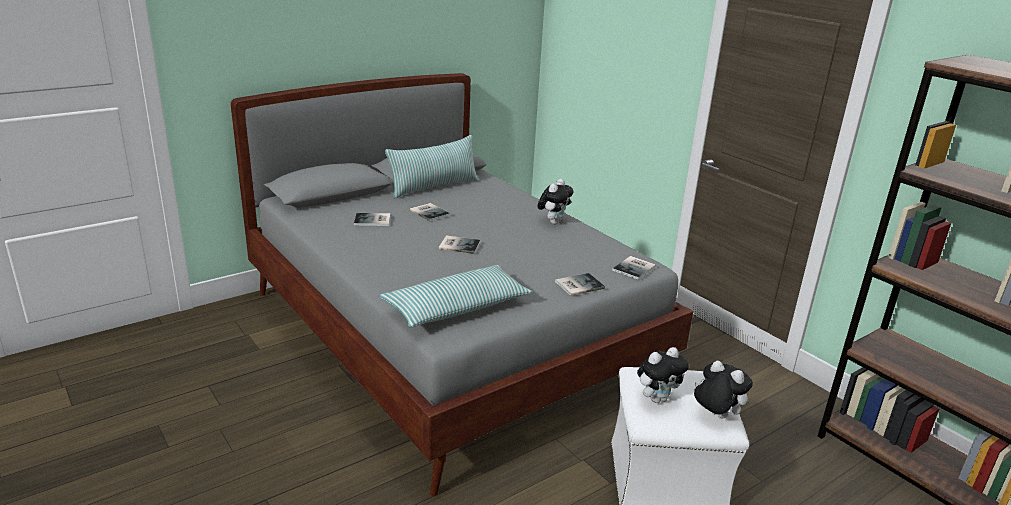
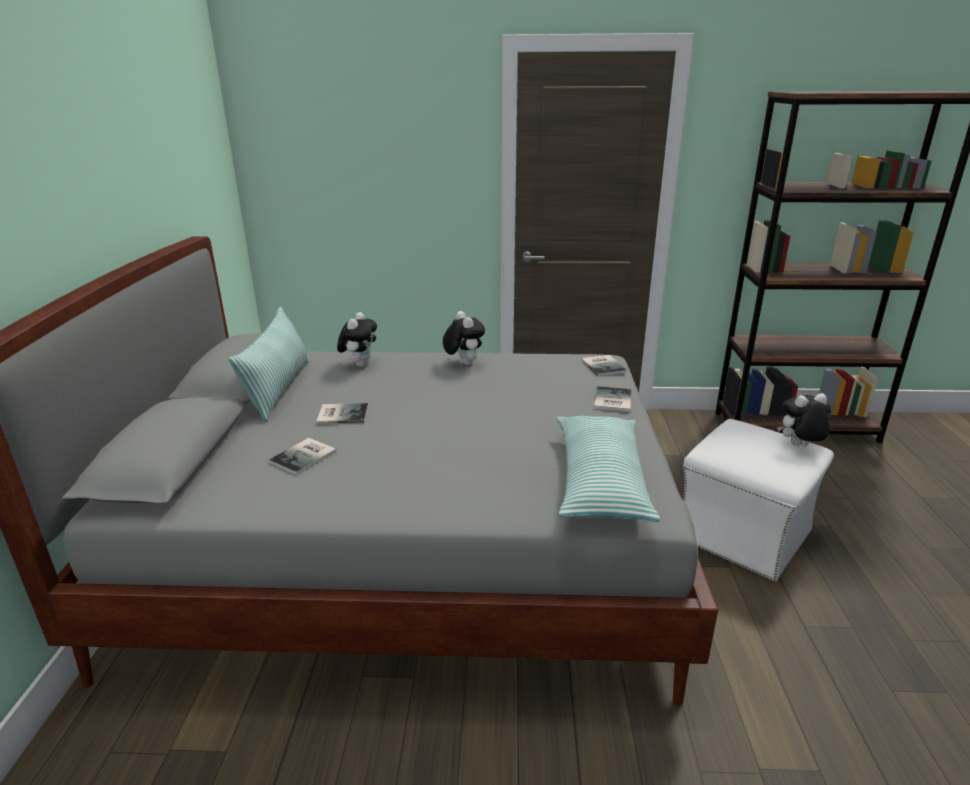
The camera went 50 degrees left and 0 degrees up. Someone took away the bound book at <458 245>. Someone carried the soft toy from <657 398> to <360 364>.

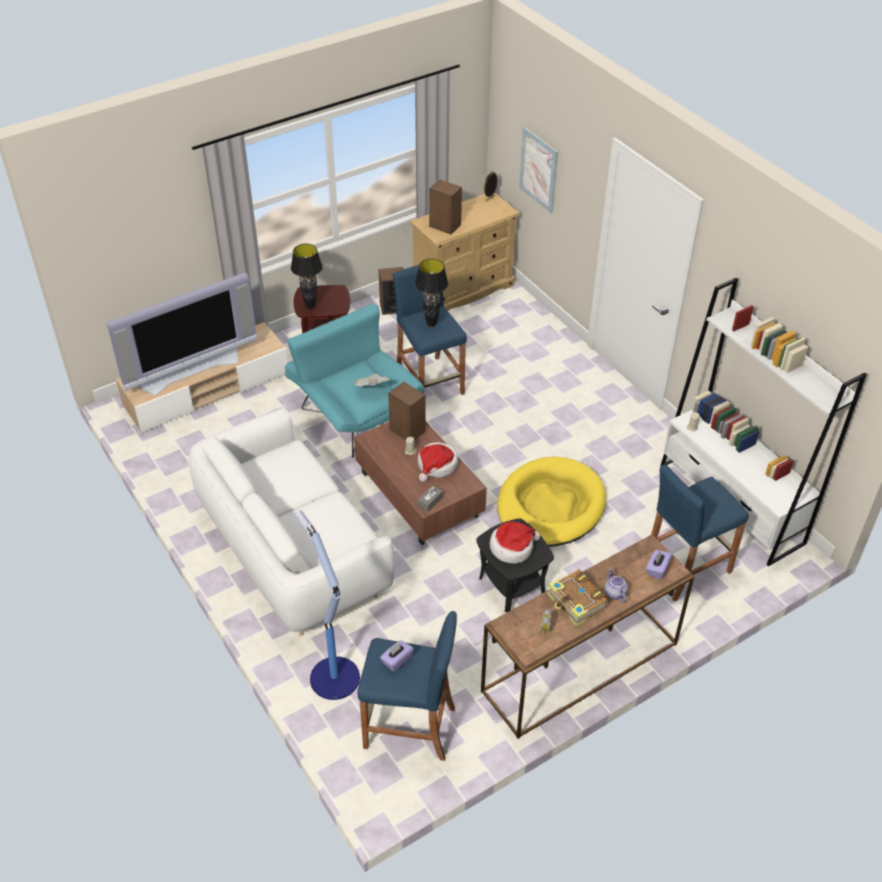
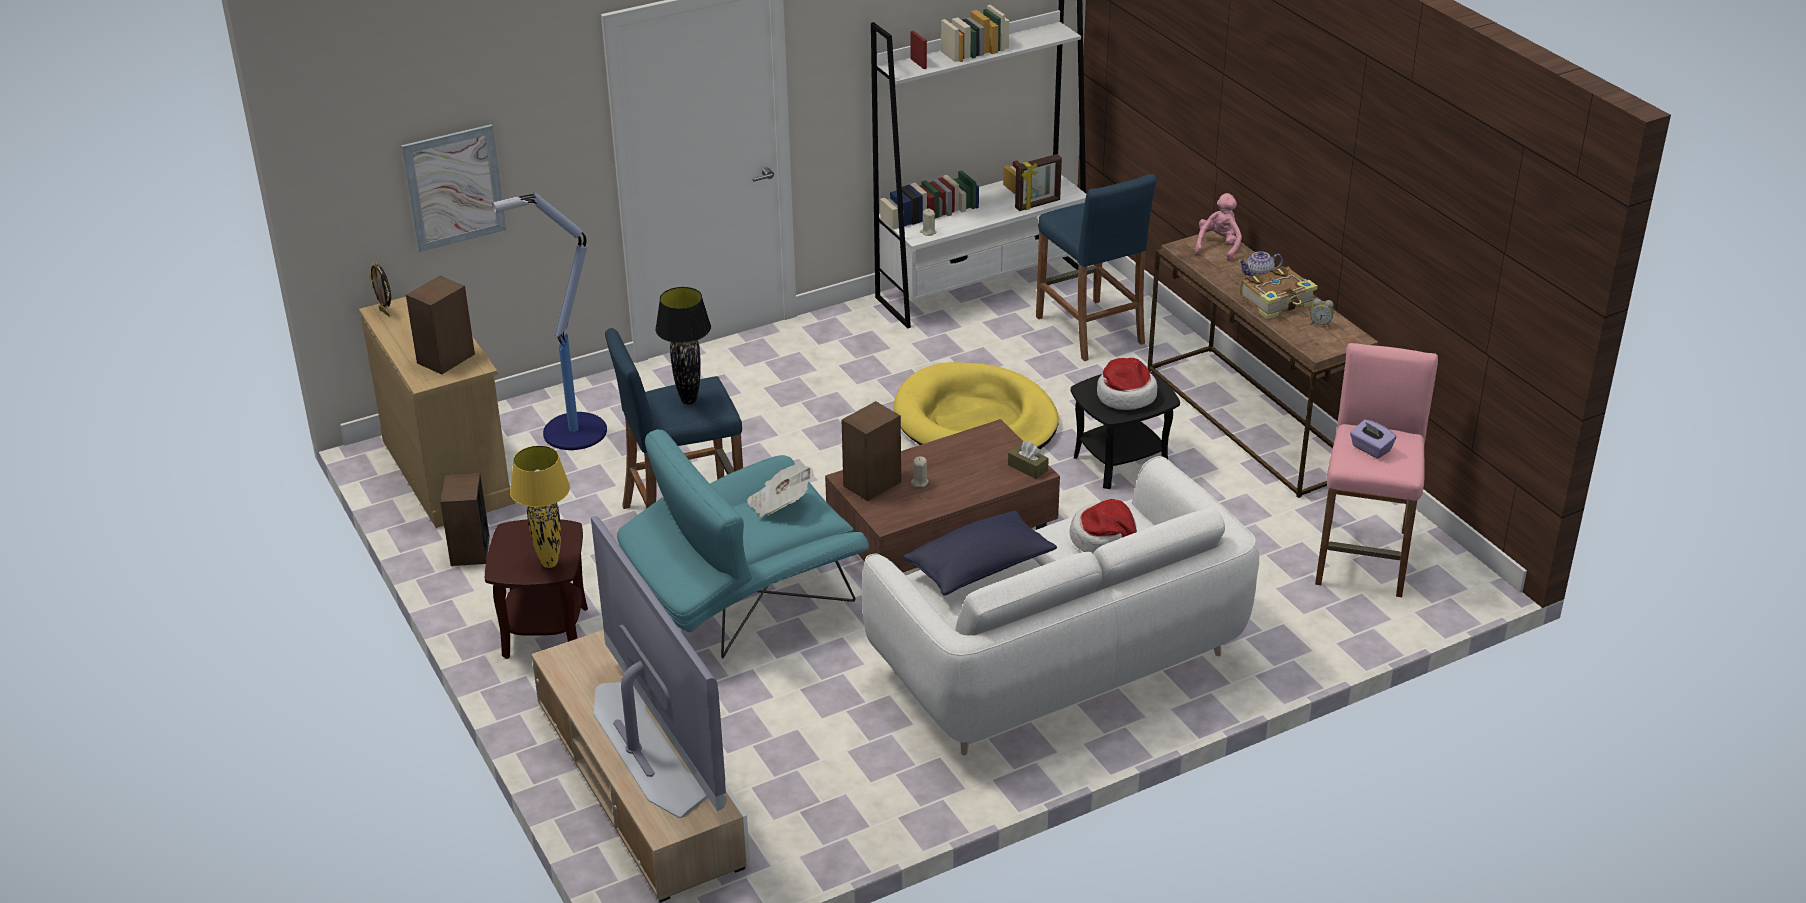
The camera went 85 degrees left and 10 degrees down. Someone repainted the black-coloured lamp for a table at <310 306>, which became the yellowish lamp for a table at <550 563>. Someone carried the floor lamp from <333 676> to <572 432>. Someone repainted the blue-coloured sitting stool at <409 727>, which became the pinkish sitting stool at <1363 557>. Someone carried the clothing hat from <436 466> to <1105 540>. Someone repainted the greyish tissue holder at <430 502>, which became the brownish tissue holder at <1027 468>. Someone swapped the purple tissue holder at <657 569> for the pinkish soft toy at <1219 246>. Someone put down the blue-coloured throw pillow at <980 568>. Someone put down the photo frame at <1038 204>.

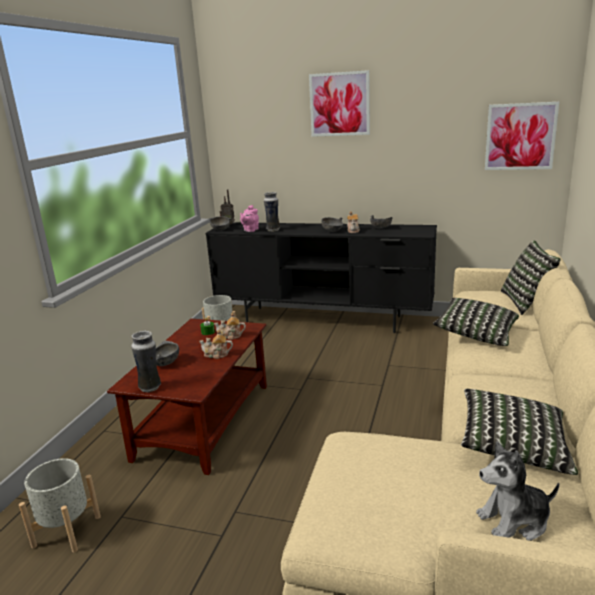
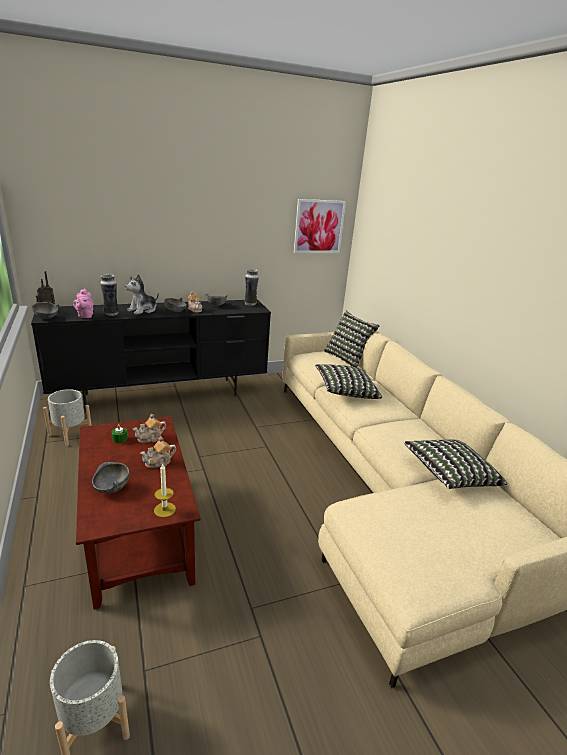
The camera went 40 degrees left and 5 degrees up. Someone carried the decorative vase from <150 387> to <250 304>. Someone took away the picture at <339 104>. Someone carried the soft toy from <514 521> to <143 310>. Someone put down the candle at <164 509>.

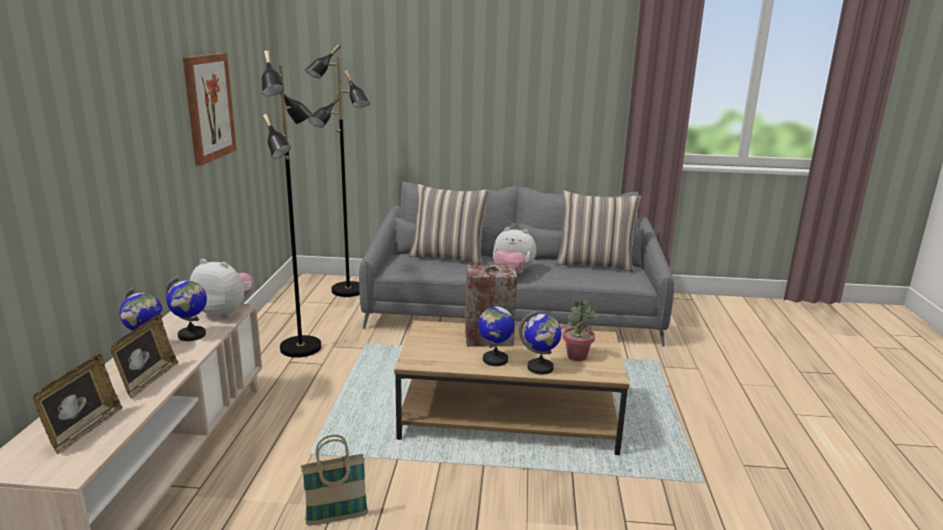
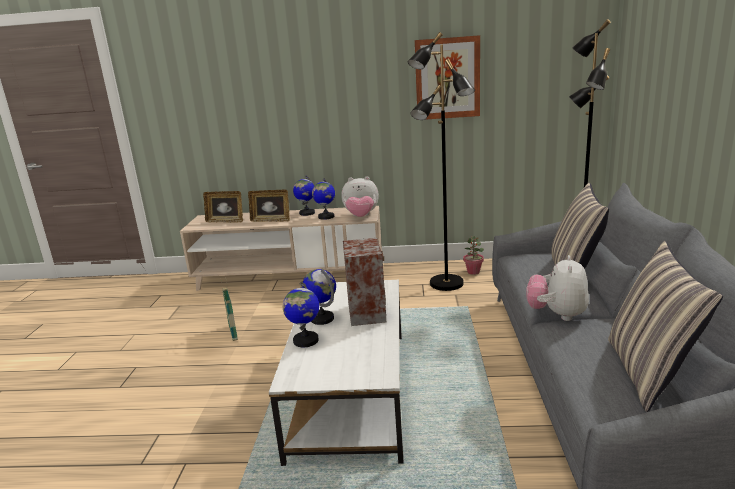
The camera went 90 degrees right and 0 degrees up. Someone rotated the soft toy at <225 312> by 75 degrees clockwise. Someone repainted the brownish low table at <508 416>, which became the white low table at <352 391>. Someone carried the potted plant from <577 356> to <473 272>.

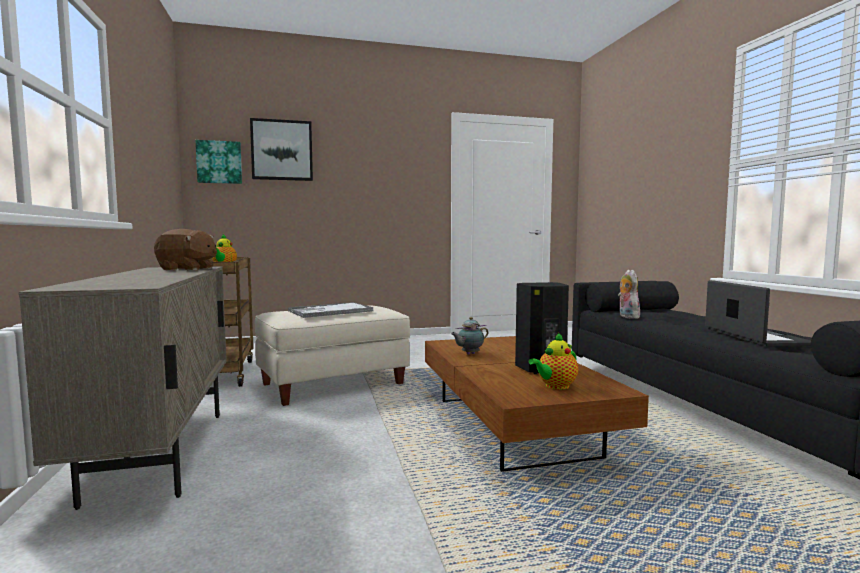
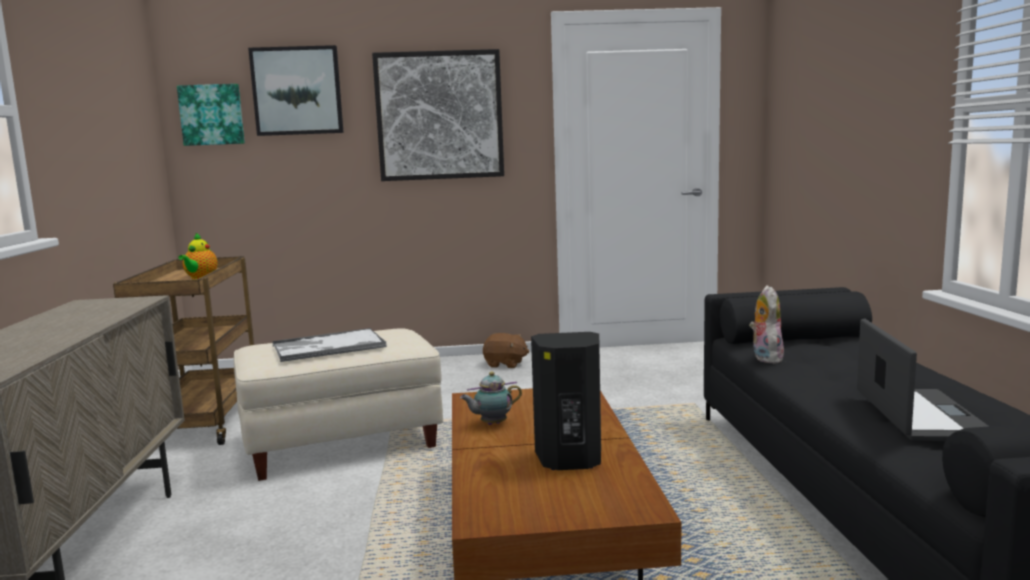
The camera went 10 degrees right and 5 degrees up. Someone carried the brownish soft toy from <187 269> to <505 364>. Someone took away the tea pot at <555 386>. Someone put up the picture at <439 116>.

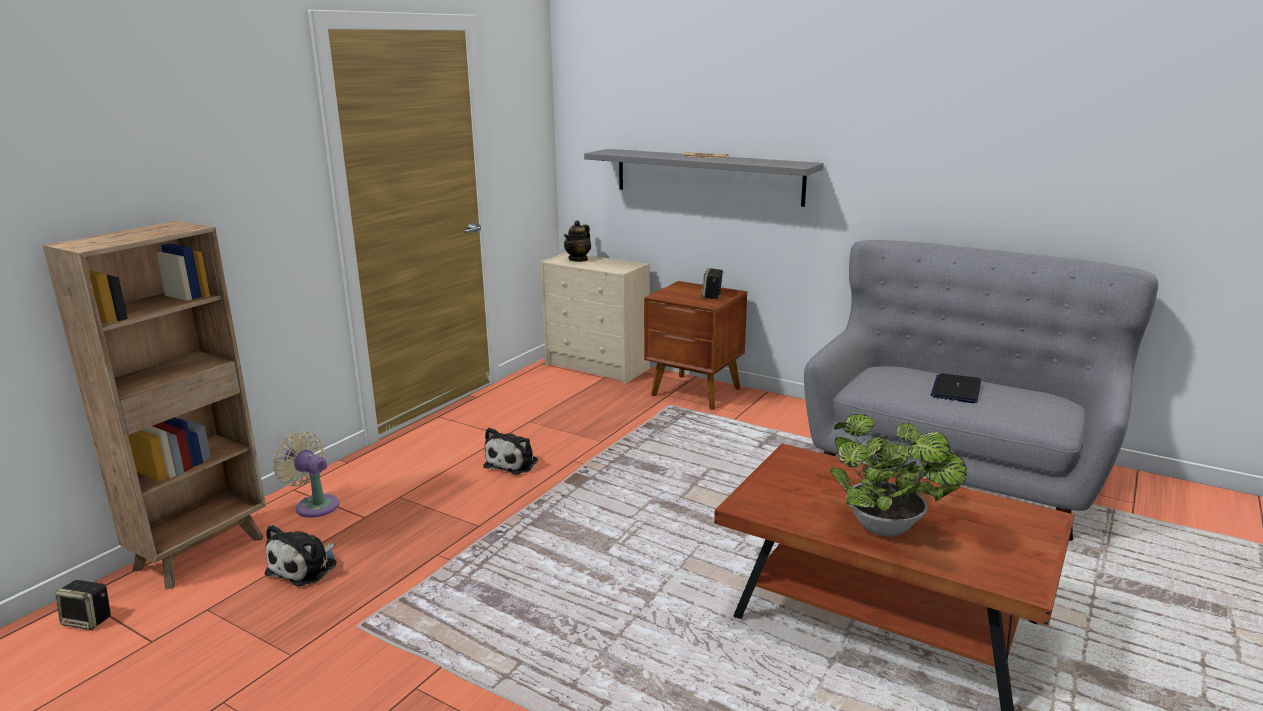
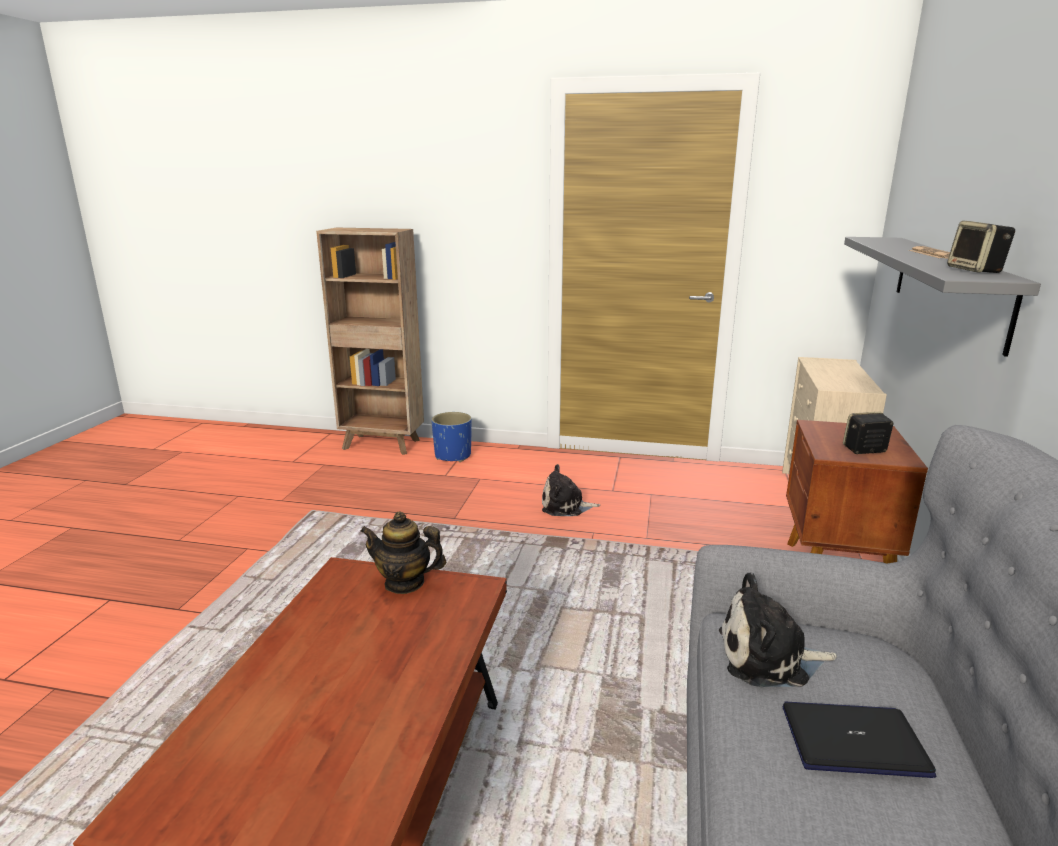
The camera went 70 degrees right and 0 degrees up. Someone carried the audio speaker from <89 620> to <976 270>. Someone carried the soft toy from <305 567> to <769 658>. Someone swapped the sand-coloured electric fan at <314 505> for the blue-coloured planter at <452 456>. Someone carried the tea pot from <578 259> to <404 583>. Someone took away the potted plant at <888 529>.

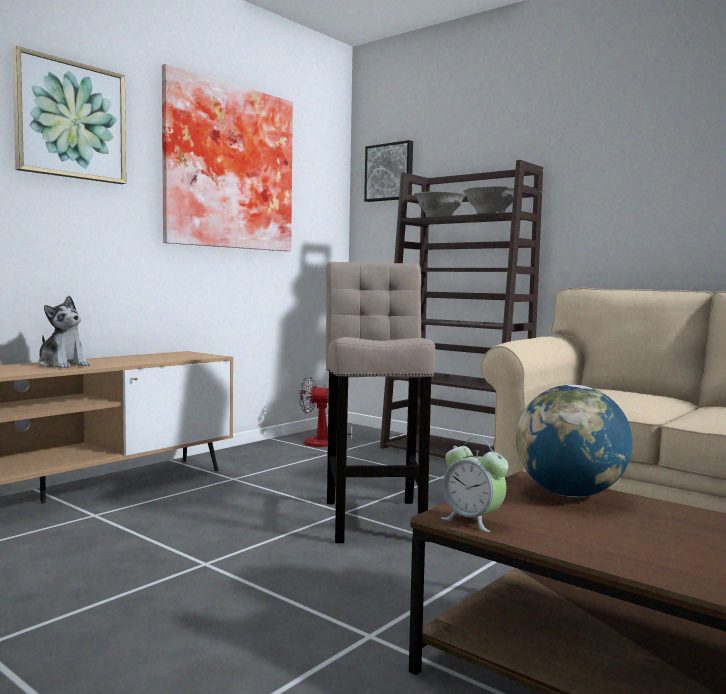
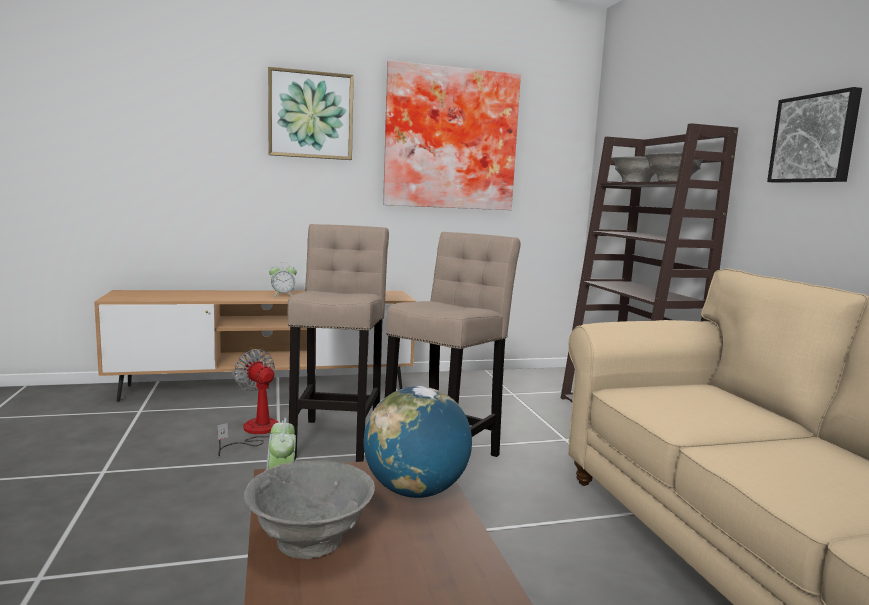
The camera went 35 degrees right and 5 degrees up. Someone swapped the soft toy at <63 365> for the bedside clock at <283 295>. Someone carried the electric fan from <323 446> to <255 432>. Someone carried the picture from <390 172> to <815 139>. Someone put down the greyish deep dish at <310 540>. Someone put down the sand-coloured sitting stool at <337 437>.

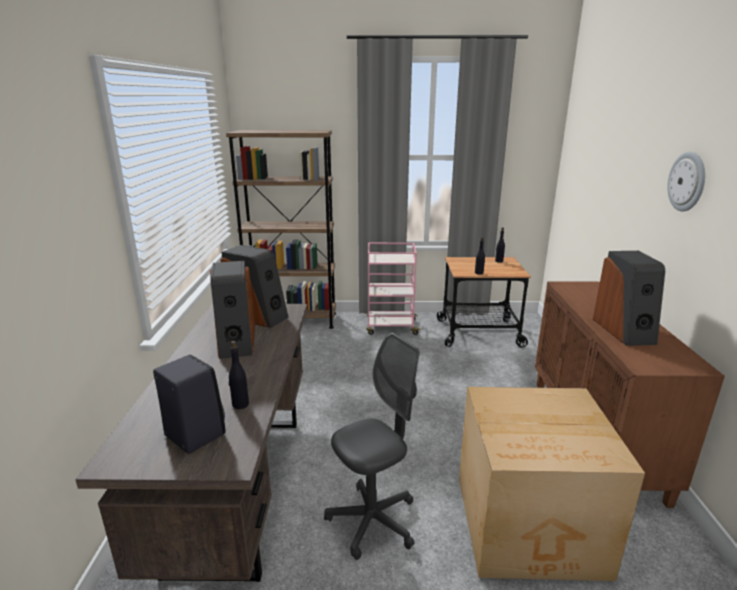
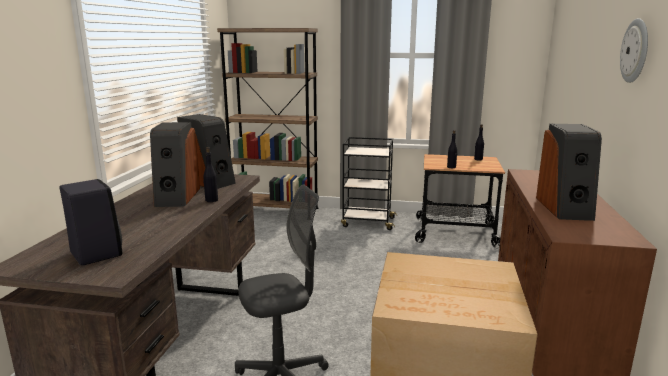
The camera went 10 degrees right and 5 degrees down. Someone carried the black-coloured beverage bottle from <240 404> to <211 200>. Someone repainted the pinkish cart at <390 327>, which became the black-coloured cart at <367 222>.

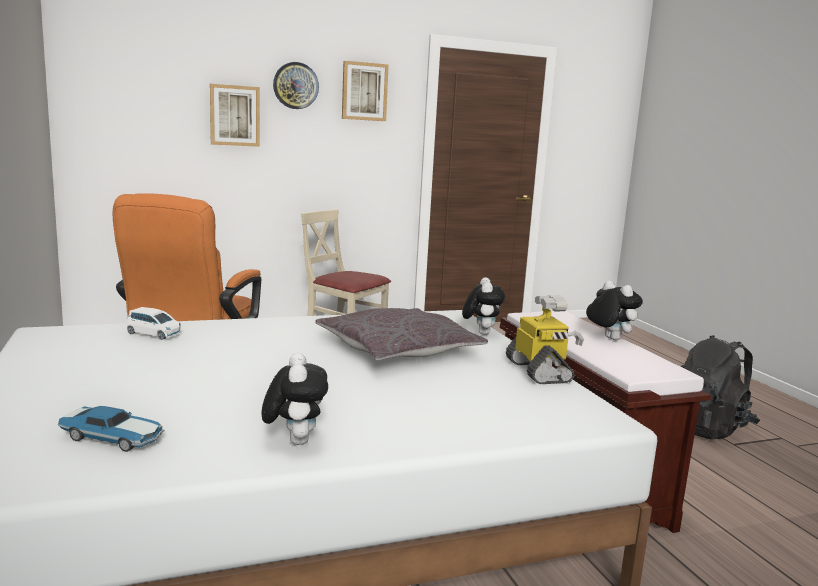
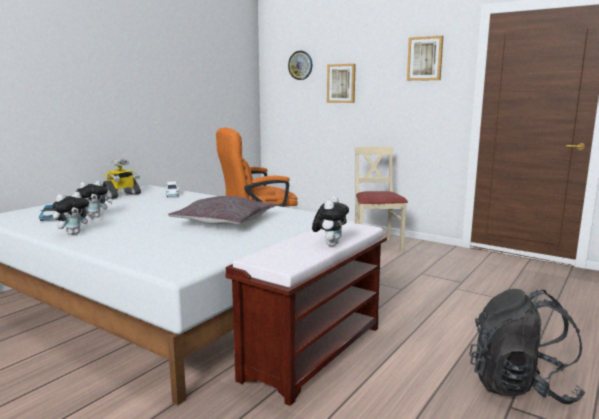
The camera went 55 degrees right and 0 degrees up. Someone carried the hanging clock from <295 85> to <300 65>. Someone carried the soft toy from <481 332> to <95 217>. Someone carried the model robot from <539 371> to <121 195>.

